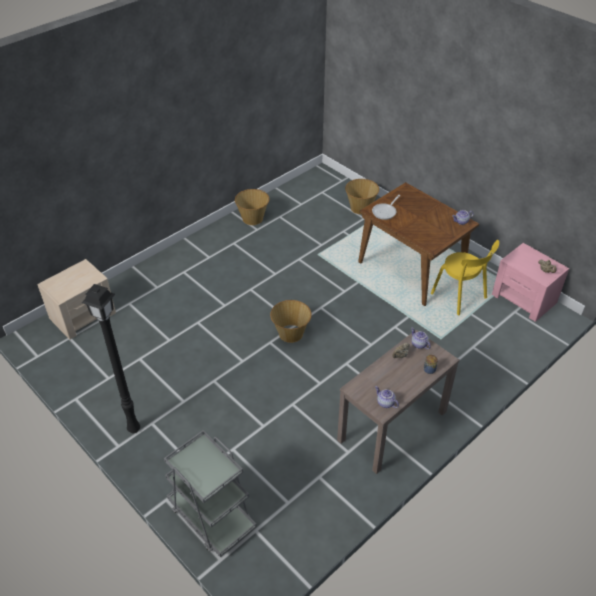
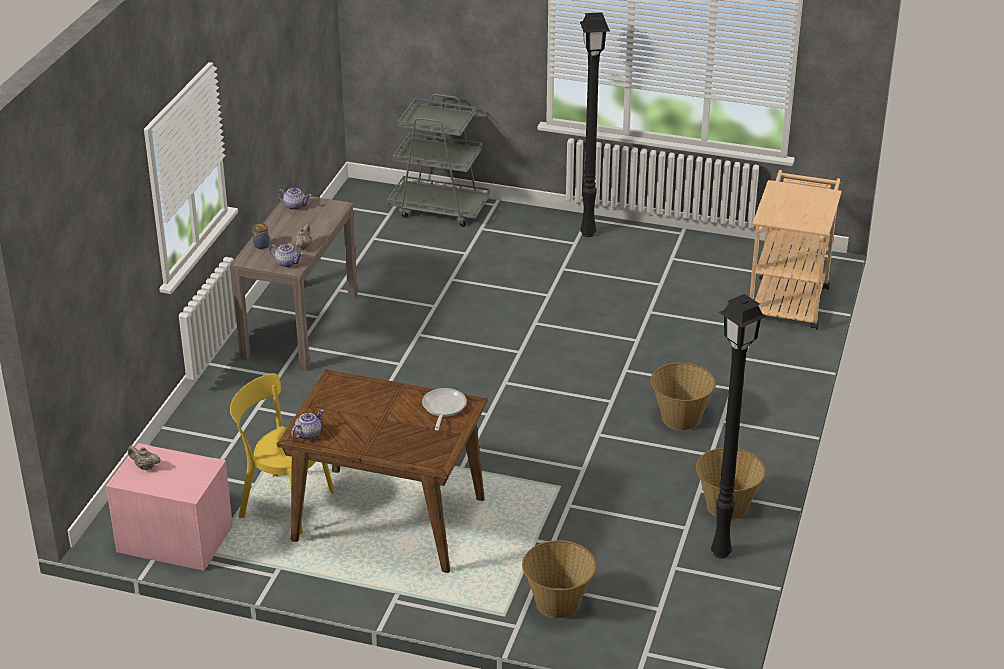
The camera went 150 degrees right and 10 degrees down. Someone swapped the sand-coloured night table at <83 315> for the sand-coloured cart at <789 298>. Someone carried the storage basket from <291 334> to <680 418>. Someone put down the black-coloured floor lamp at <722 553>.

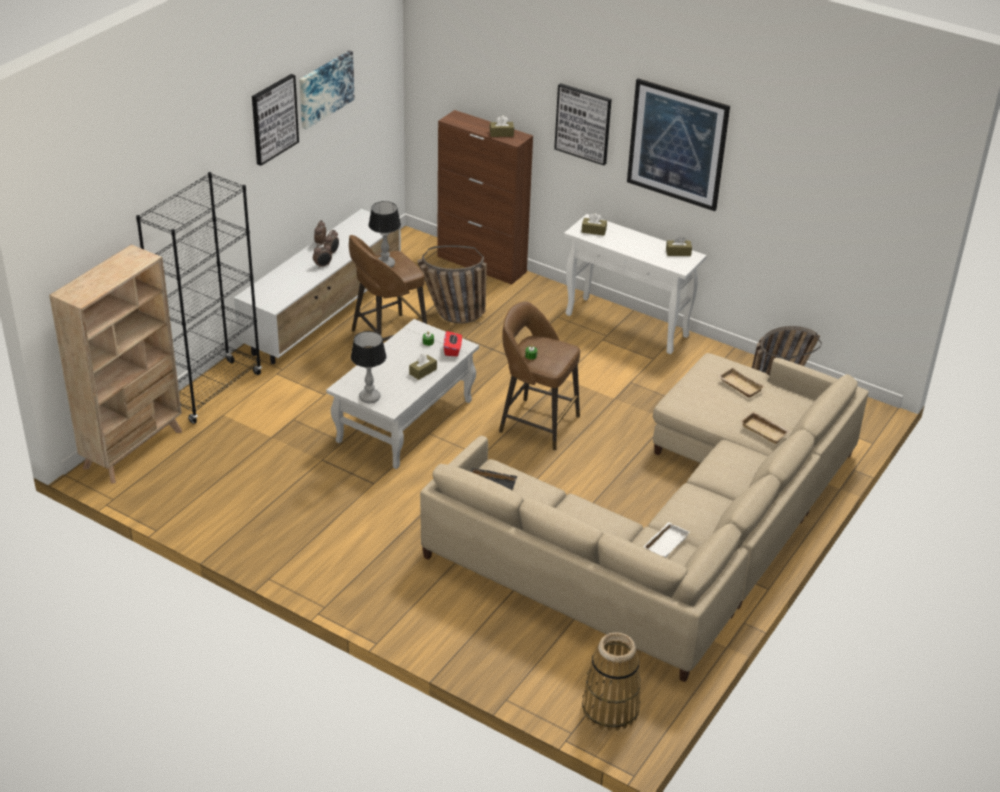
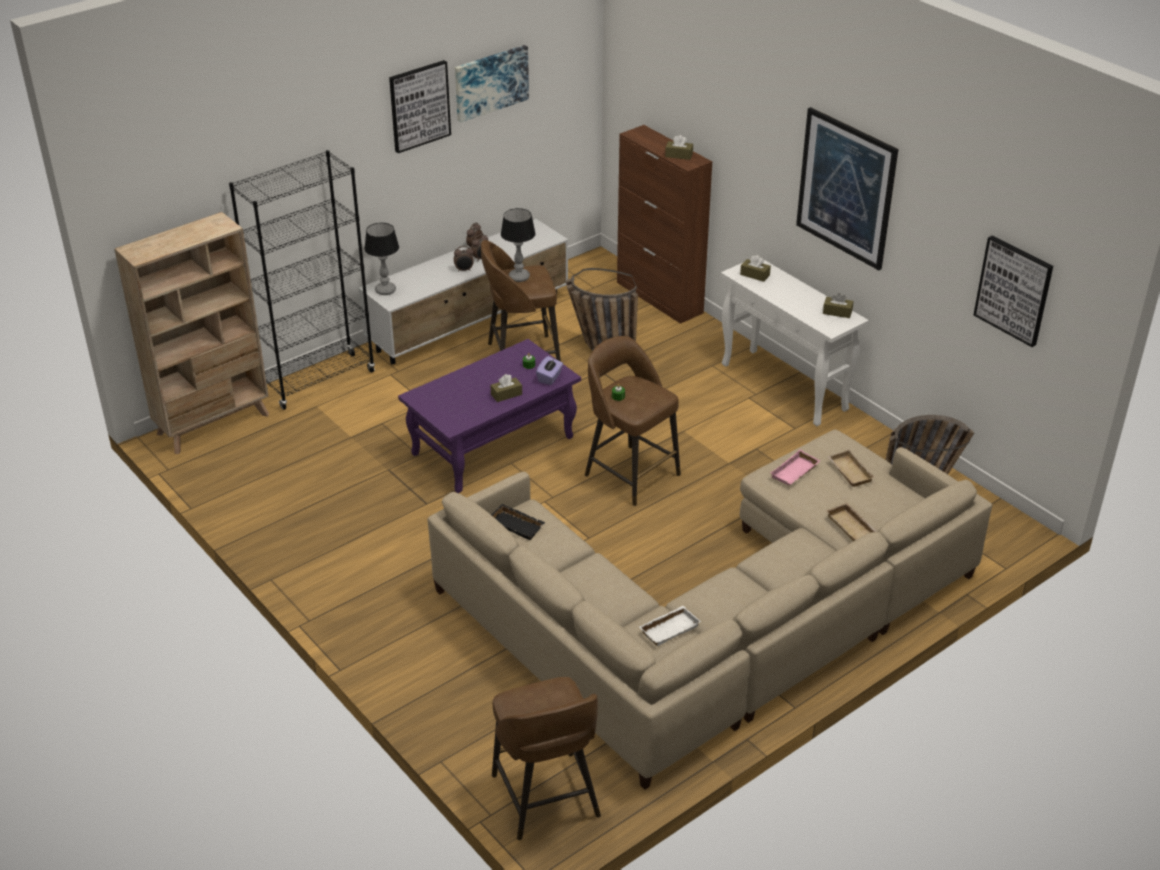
The camera went 20 degrees right and 0 degrees up. Someone repainted the white low table at <404 421>, which became the purple low table at <492 446>. Someone carried the lamp for a table from <370 397> to <386 290>. Someone repainted the red tissue holder at <452 350>, which became the purple tissue holder at <550 378>. Someone carried the picture from <583 123> to <1014 290>. Someone swapped the storage basket at <610 708> for the brownish sitting stool at <546 798>. Someone put down the pinkish carrying tray at <795 473>.

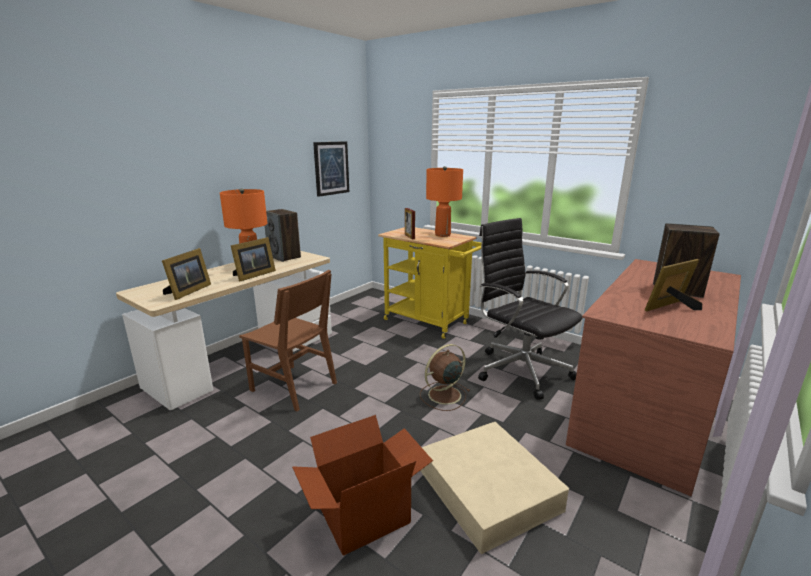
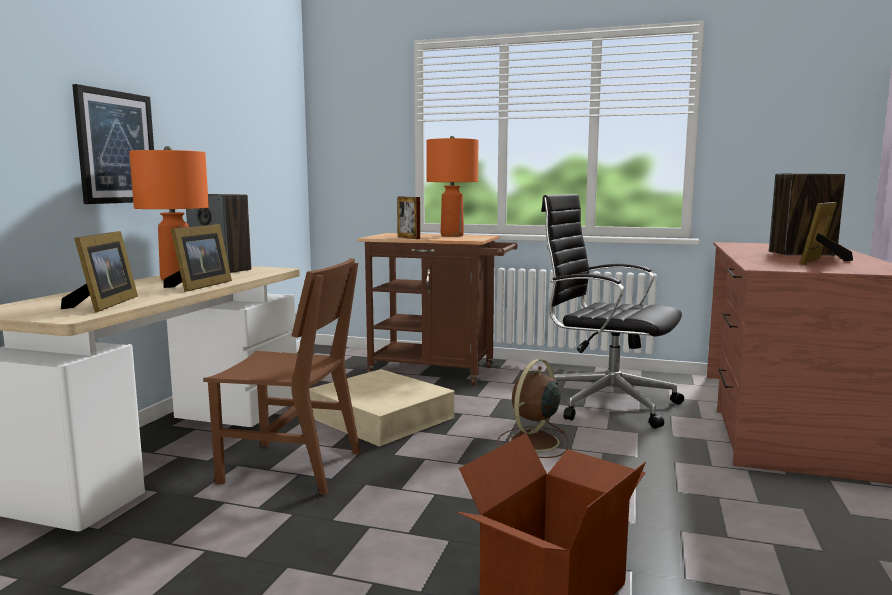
The camera went 20 degrees left and 10 degrees down. Someone carried the picture from <331 168> to <116 147>. Someone repainted the yellowish cart at <430 322>, which became the brownish cart at <439 371>. Someone carried the sand-coloured storage container from <488 489> to <380 417>.

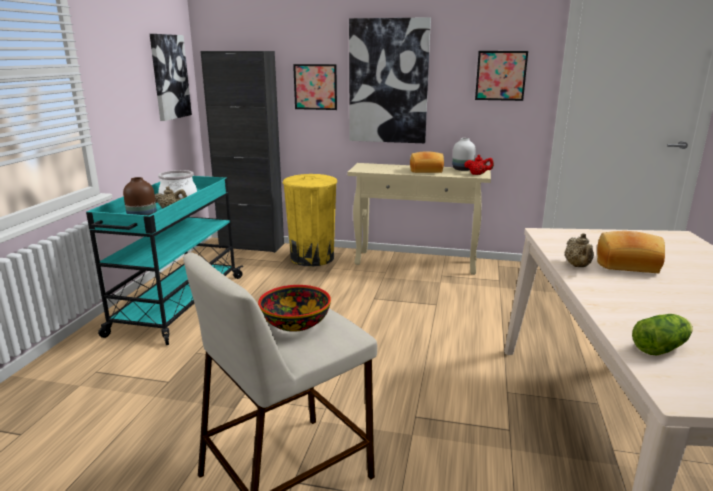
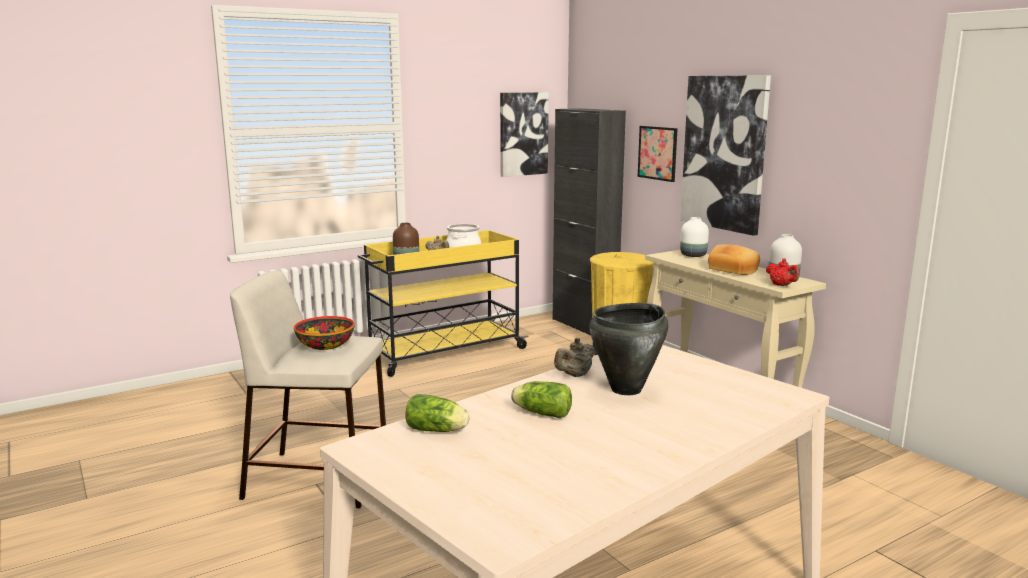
The camera went 45 degrees right and 5 degrees down. Someone repainted the blue-green cart at <178 305>, which became the yellowish cart at <443 353>. Someone took away the picture at <501 75>. Someone swapped the baked bread at <626 264> for the black-coloured stockpot at <627 389>. Someone put down the lettuce head at <540 413>. Someone put down the white decorative vase at <692 255>.

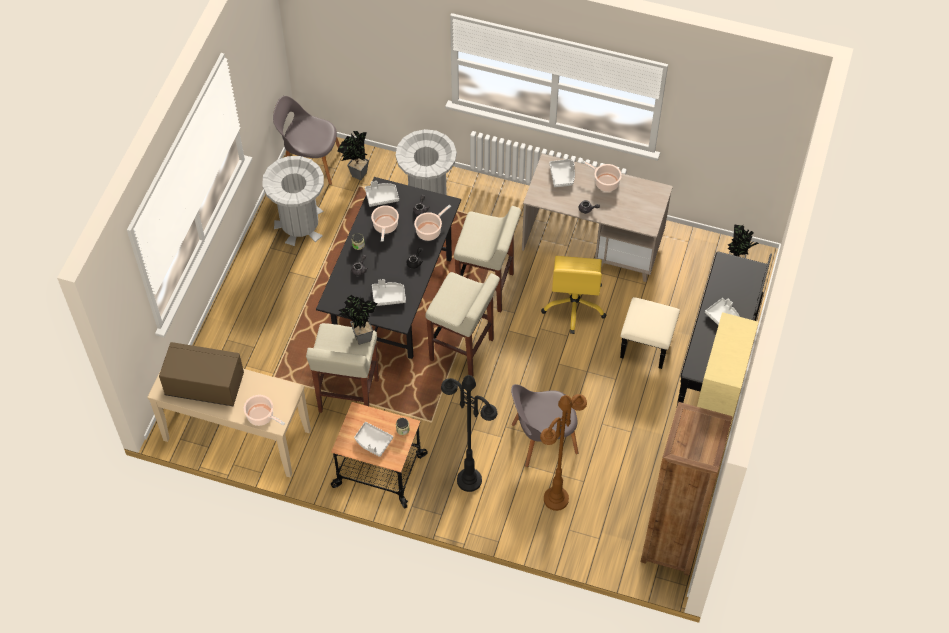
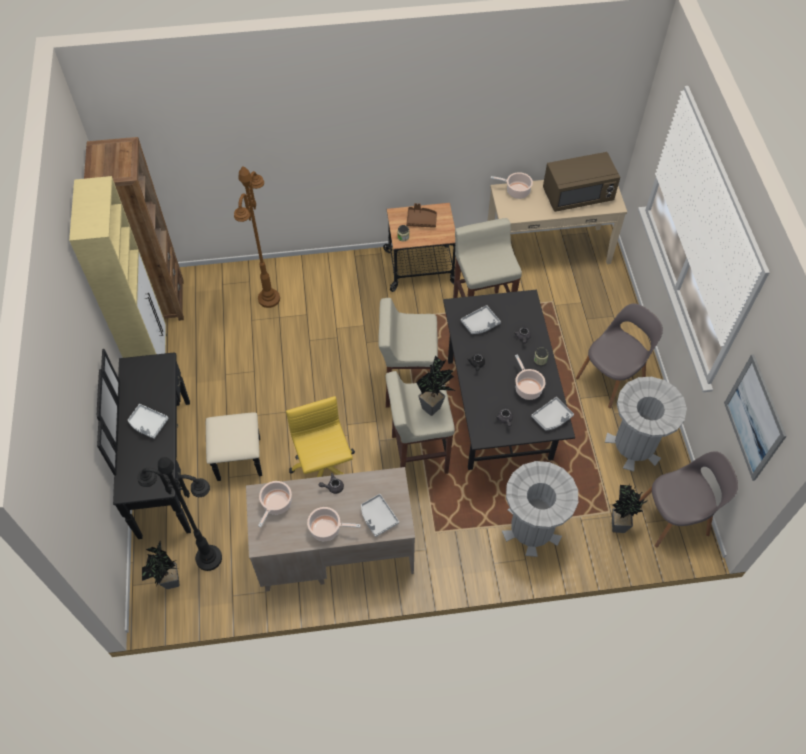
The camera went 155 degrees right and 0 degrees up. Someone carried the potted plant from <359 337> to <434 407>. Someone repainted the greyish carrying tray at <373 441>, which became the brownish carrying tray at <421 220>. Someone carried the stockpot from <430 230> to <276 504>. Someone carried the black-coloured floor lamp from <469 480> to <208 558>. Someone carried the greyish plain chair from <542 439> to <612 377>. Someone put up the picture at <754 418>.

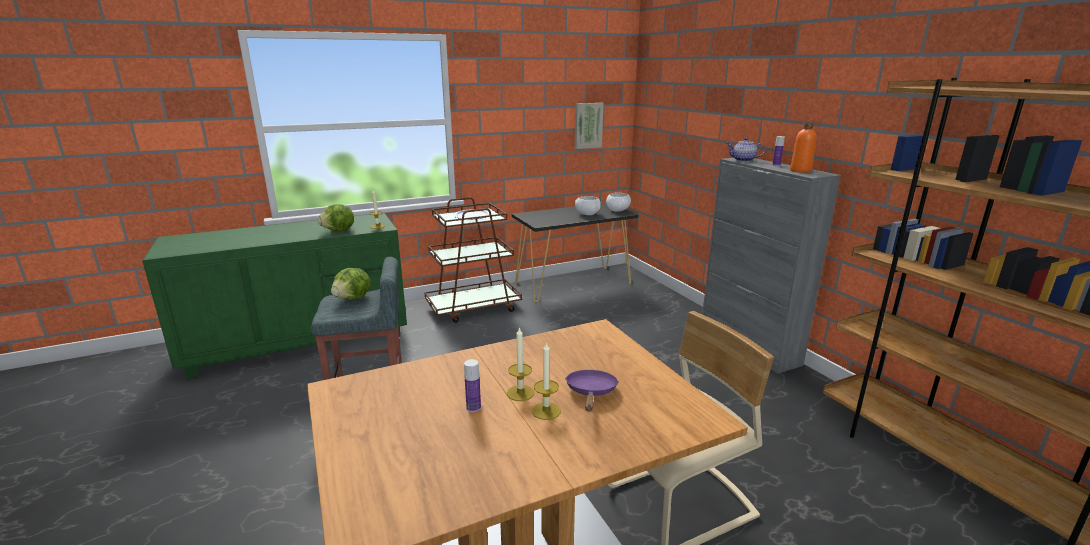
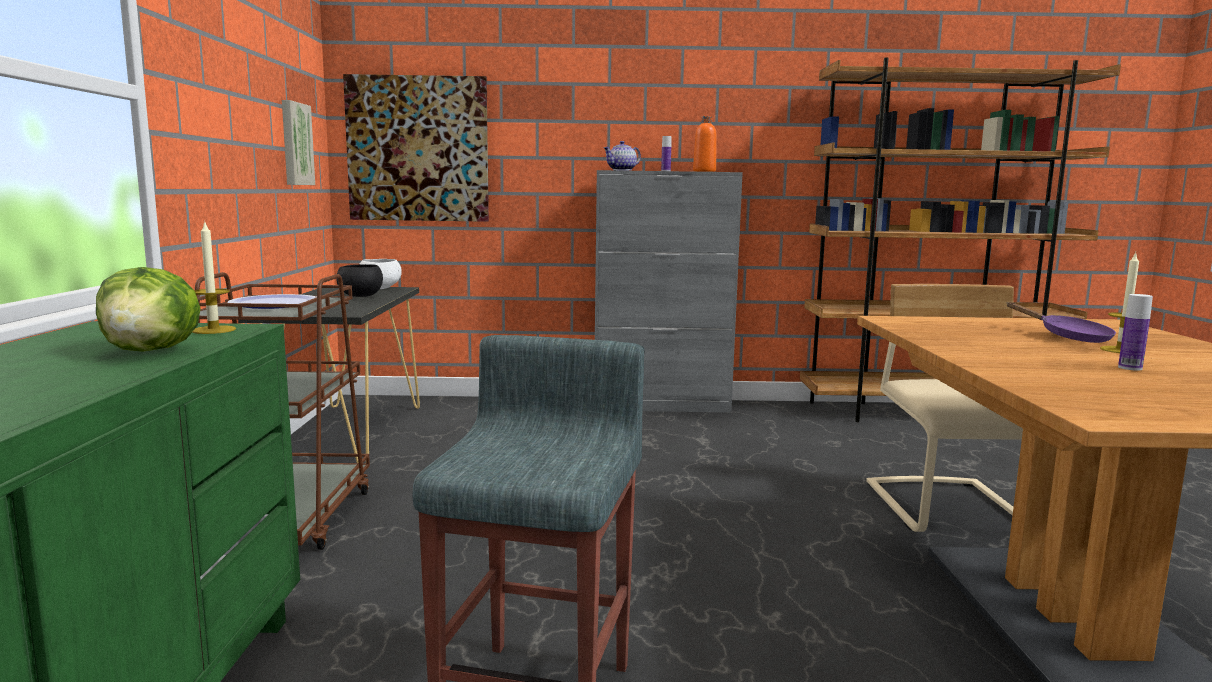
The camera went 65 degrees left and 10 degrees down. Someone took away the lettuce head at <353 298>. Someone took away the candle at <520 393>. Someone rotated the purple pan at <591 392> by 150 degrees counterclockwise. Someone repainted the white deep dish at <587 214>, which became the black-coloured deep dish at <360 296>. Someone put up the picture at <418 149>.

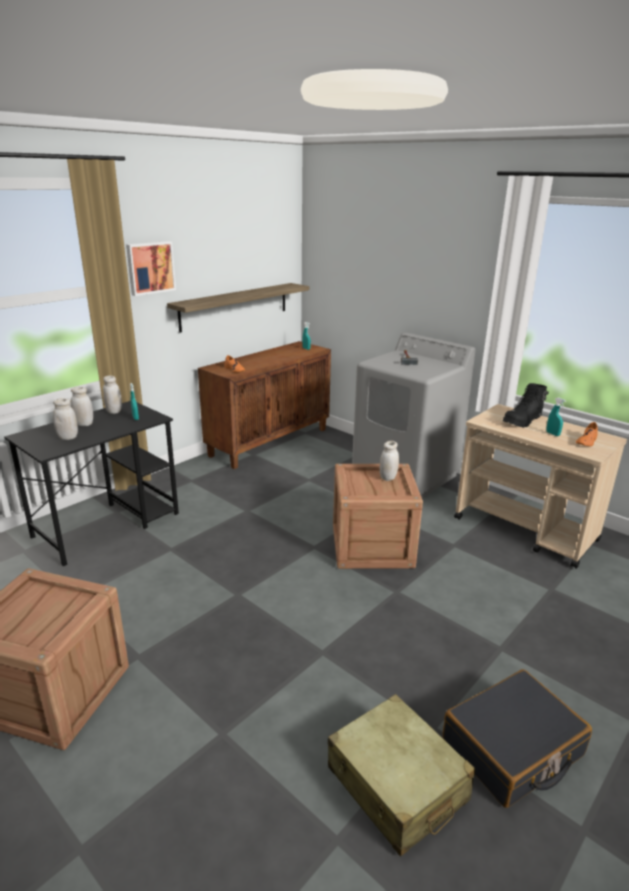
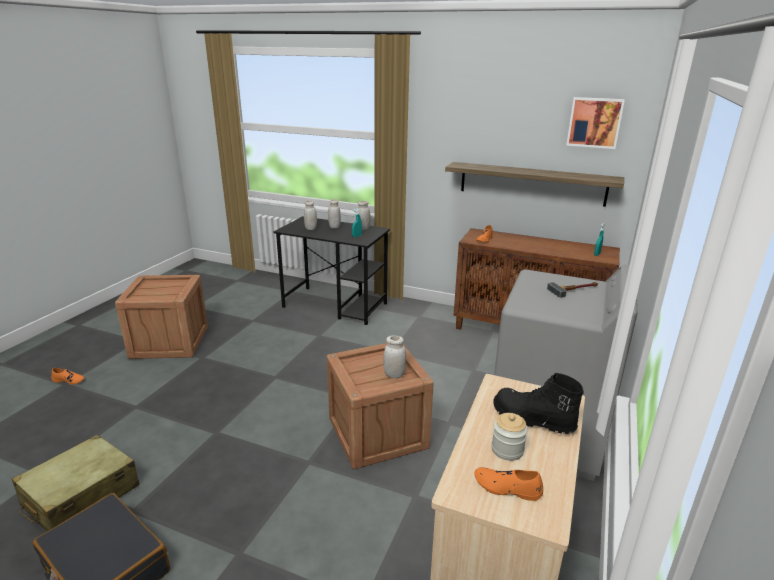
The camera went 70 degrees right and 0 degrees up. Someone carried the picture from <150 267> to <594 122>. Someone swapped the blue-green hand sprayer at <552 434> for the storage jar at <507 450>. Someone put down the orangey shoe at <69 380>.

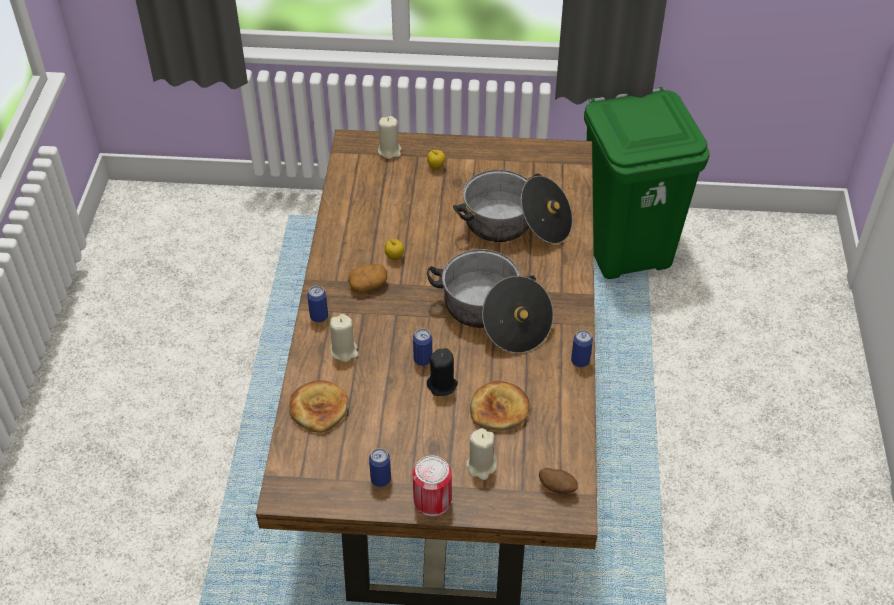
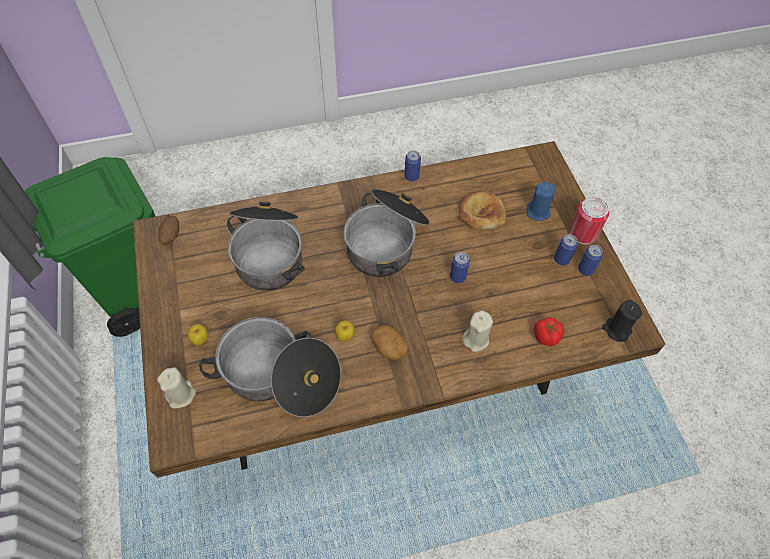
The camera went 110 degrees left and 10 degrees up. Someone swapped the baked bread at <319 408> for the fresh tomato at <545 336>. Someone carried the can from <319 316> to <561 259>. Someone carried the black-coloured candle from <442 385> to <616 329>. Someone repainted the sand-coloured candle at <481 466>, which became the blue-coloured candle at <538 212>. Someone carried the spud from <557 487> to <171 236>. Someone put down the stockpot at <279 377>.

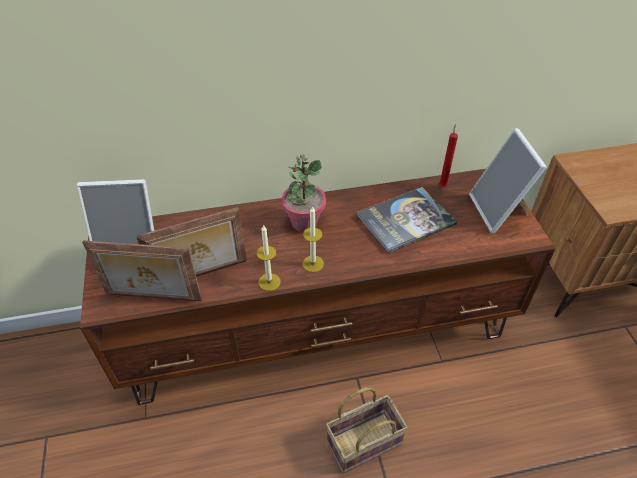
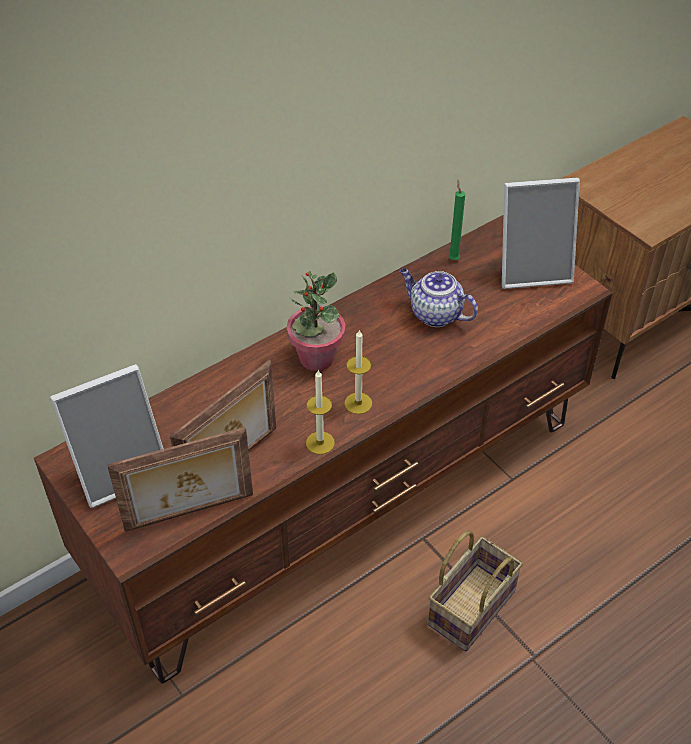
The camera went 25 degrees left and 0 degrees up. Someone swapped the bound book at <406 220> for the tea pot at <434 314>. Someone repainted the red candle at <442 186>, which became the green candle at <453 258>. Someone rotated the photo frame at <499 211> by 60 degrees counterclockwise.

